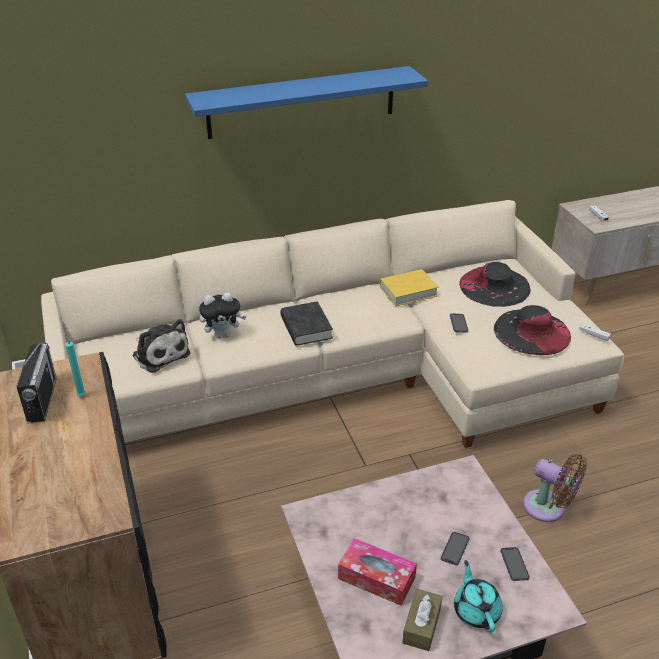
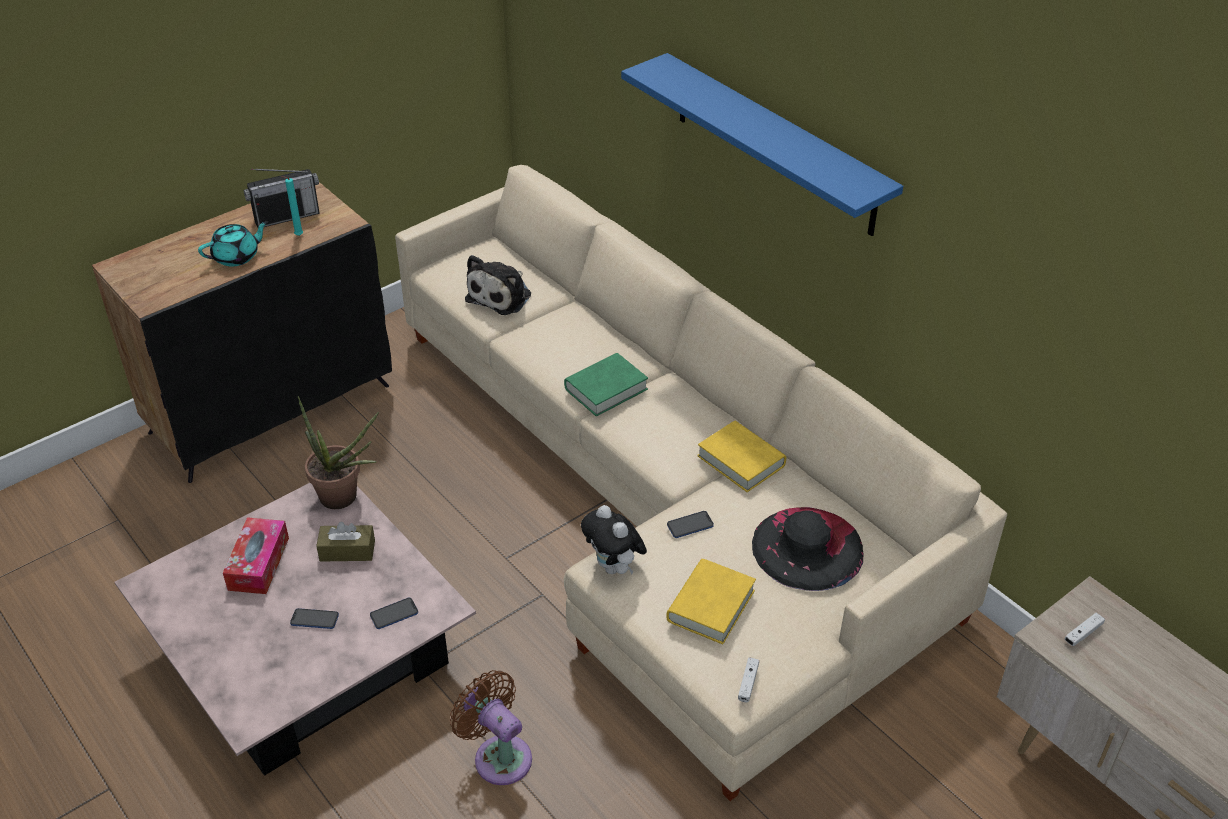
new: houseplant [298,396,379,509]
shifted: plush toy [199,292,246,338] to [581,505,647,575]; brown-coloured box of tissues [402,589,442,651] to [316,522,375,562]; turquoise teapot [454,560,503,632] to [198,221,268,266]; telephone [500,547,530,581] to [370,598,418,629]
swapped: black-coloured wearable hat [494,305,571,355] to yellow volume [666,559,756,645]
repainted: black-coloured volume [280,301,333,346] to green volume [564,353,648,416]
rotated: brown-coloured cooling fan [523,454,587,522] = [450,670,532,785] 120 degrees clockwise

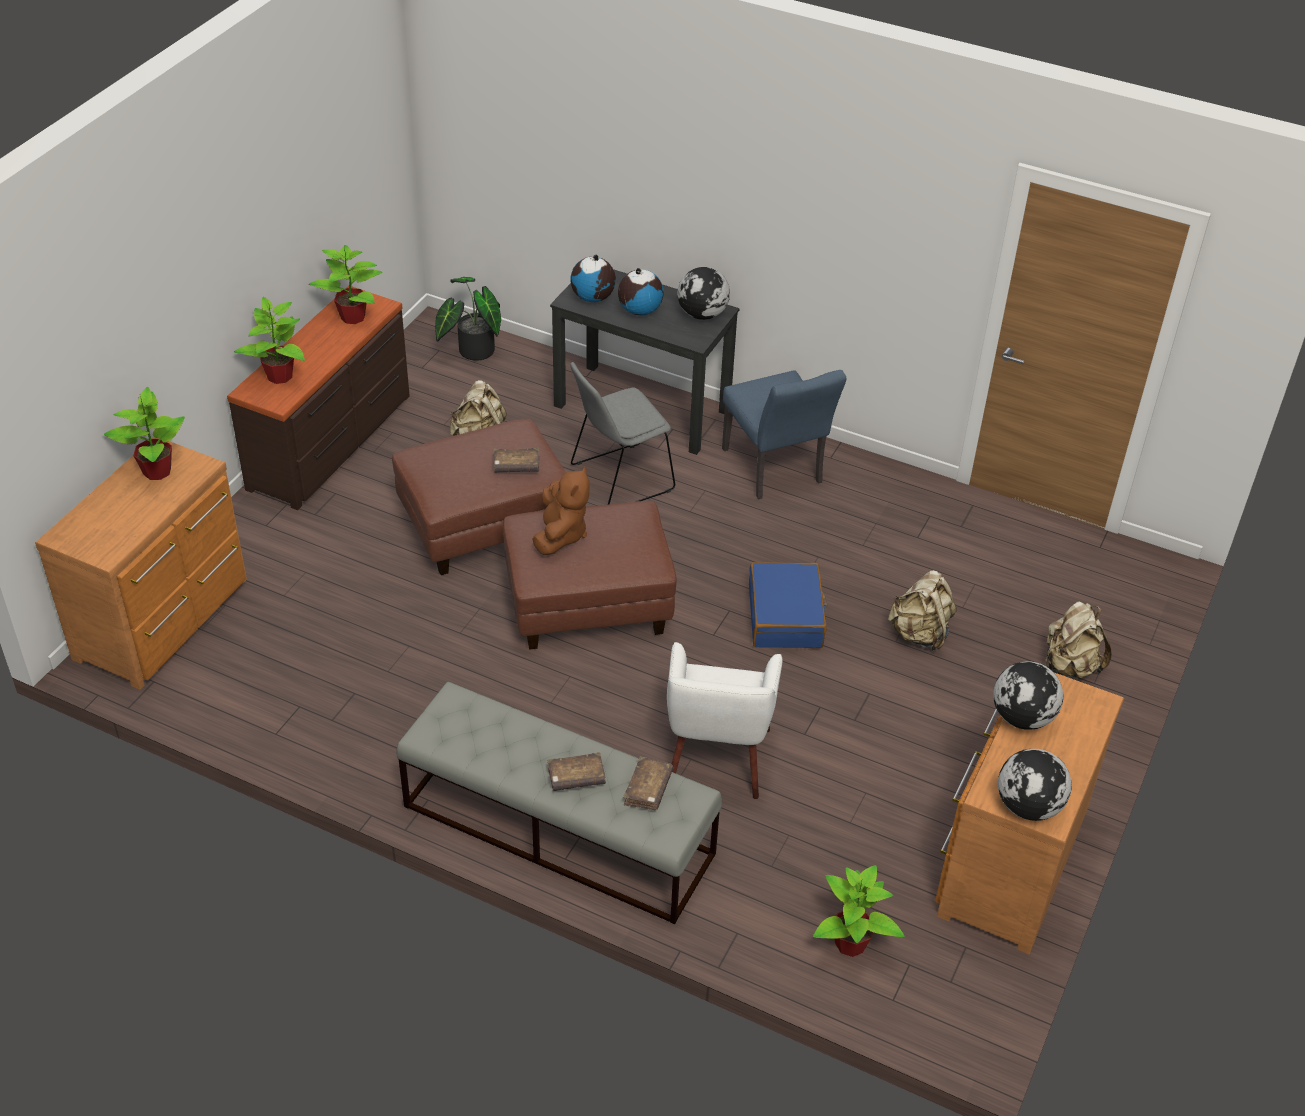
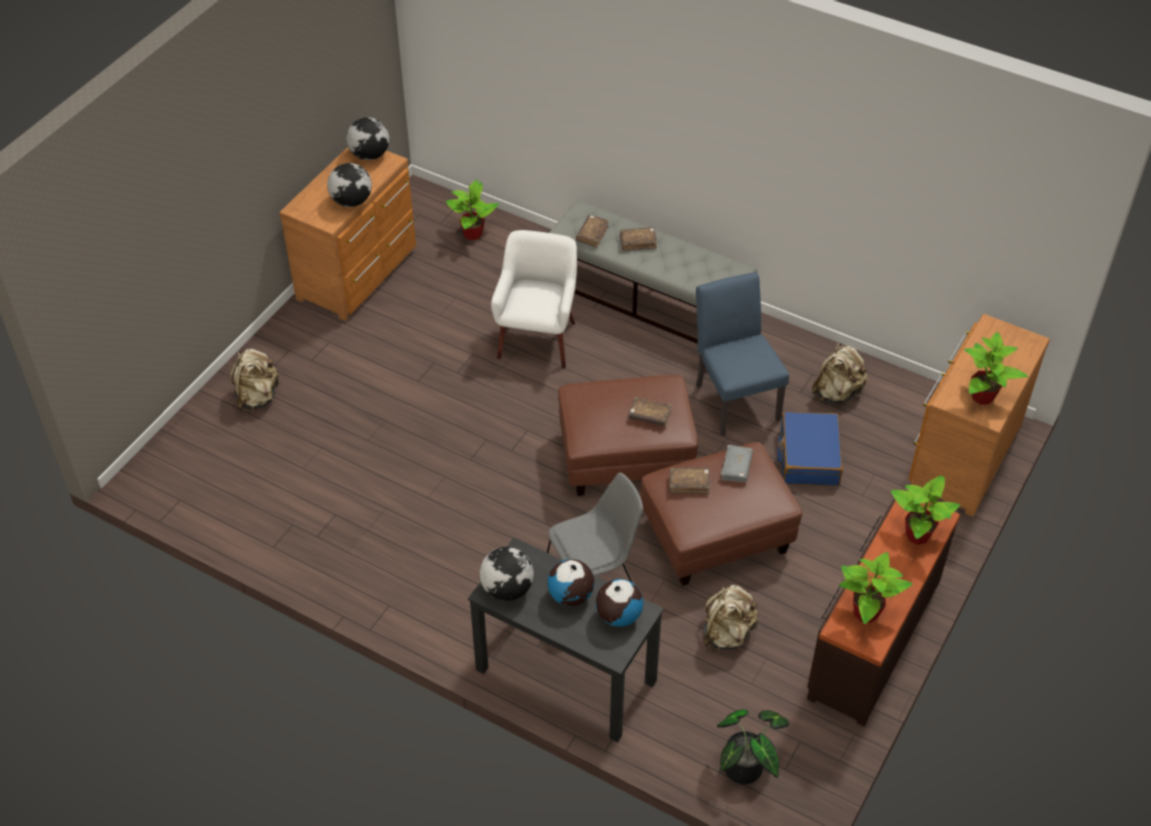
new: greyish volume [721,445,753,482]
shifted: bluish plain chair [722,370,846,499] to [696,272,789,436]; bluish suitcase [749,562,827,648] to [778,412,843,486]; beige-coloured rucksack [888,570,957,651] to [812,342,868,403]
swapped: brown-coloured plush toy [532,466,590,555] to brown-coloured volume [629,397,672,426]

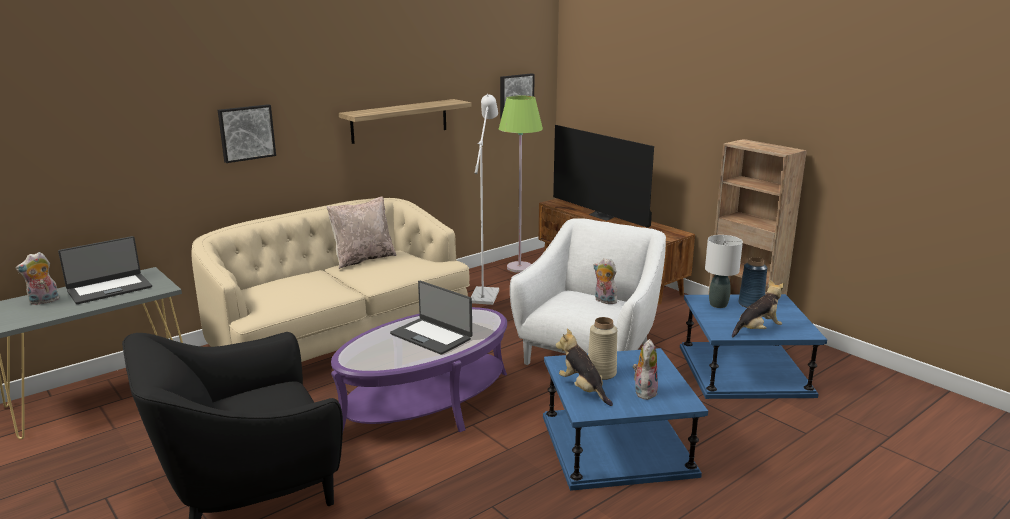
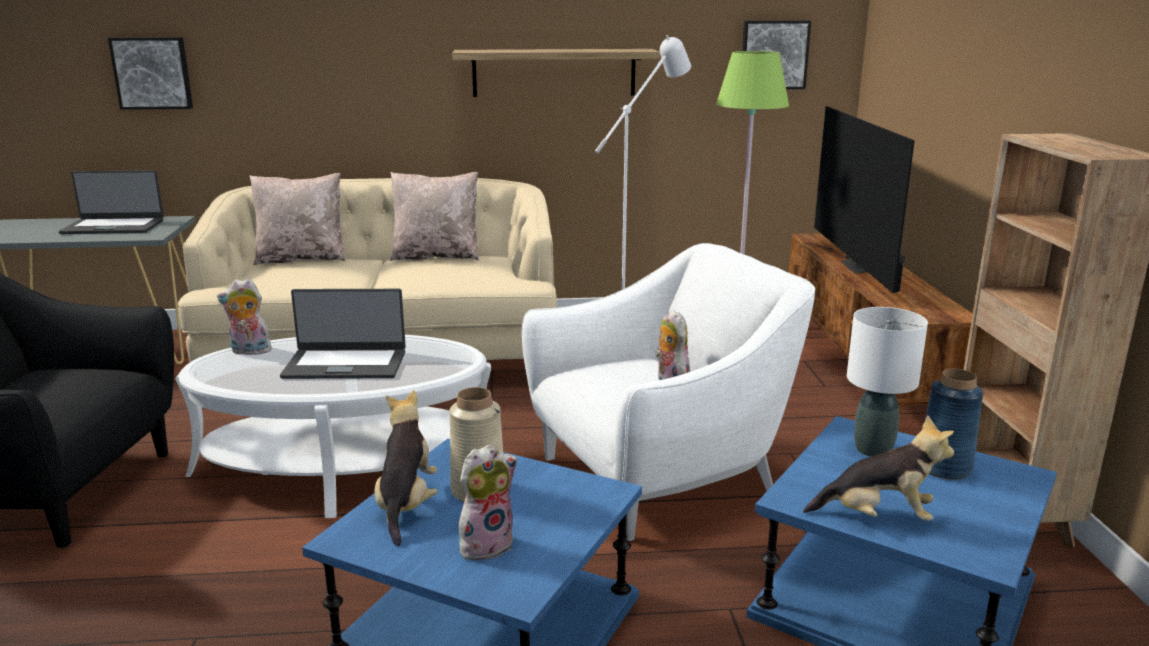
new: beige-coloured throw pillow [250,173,346,265]
shifted: plush toy [16,252,60,305] to [217,279,272,355]; wall art [218,104,276,163] to [108,37,193,110]
repainted: purple low table [331,307,507,432] to white-coloured low table [176,335,491,518]
rotated: notebook computer [390,281,472,355] = [280,289,406,379] 75 degrees counterclockwise

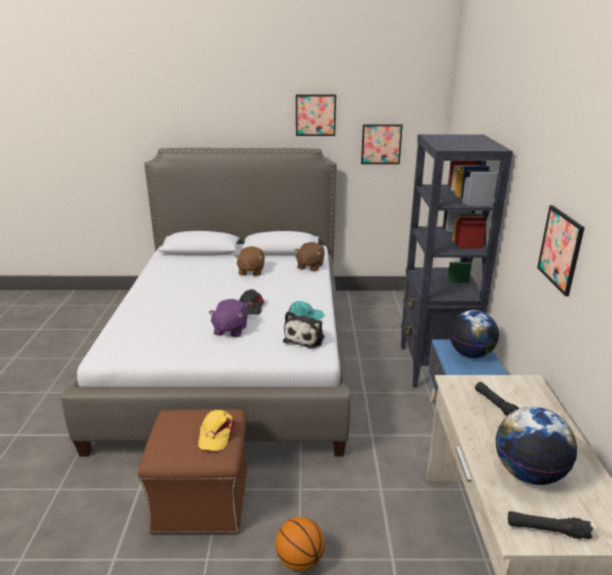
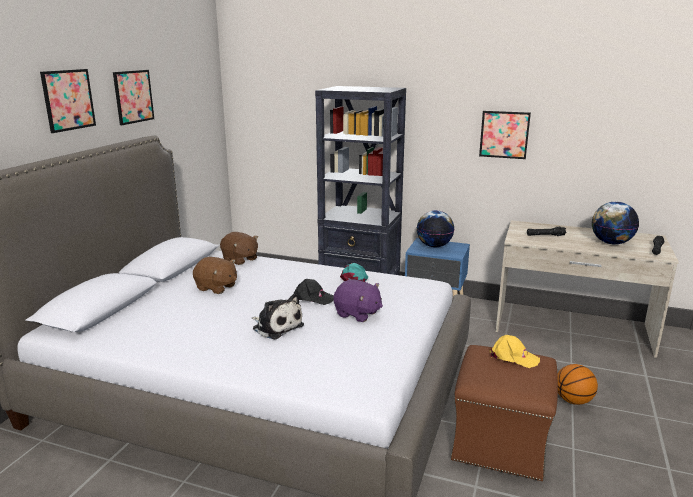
shifted: plush toy [283,311,325,349] to [252,294,304,340]; wall art [361,124,403,164] to [40,69,96,133]

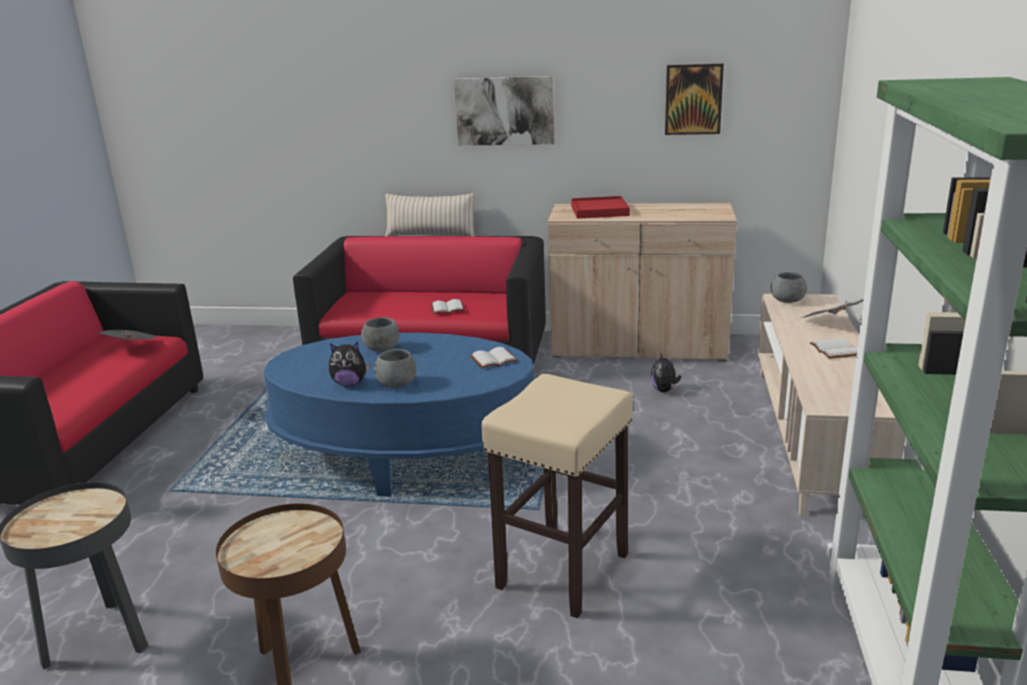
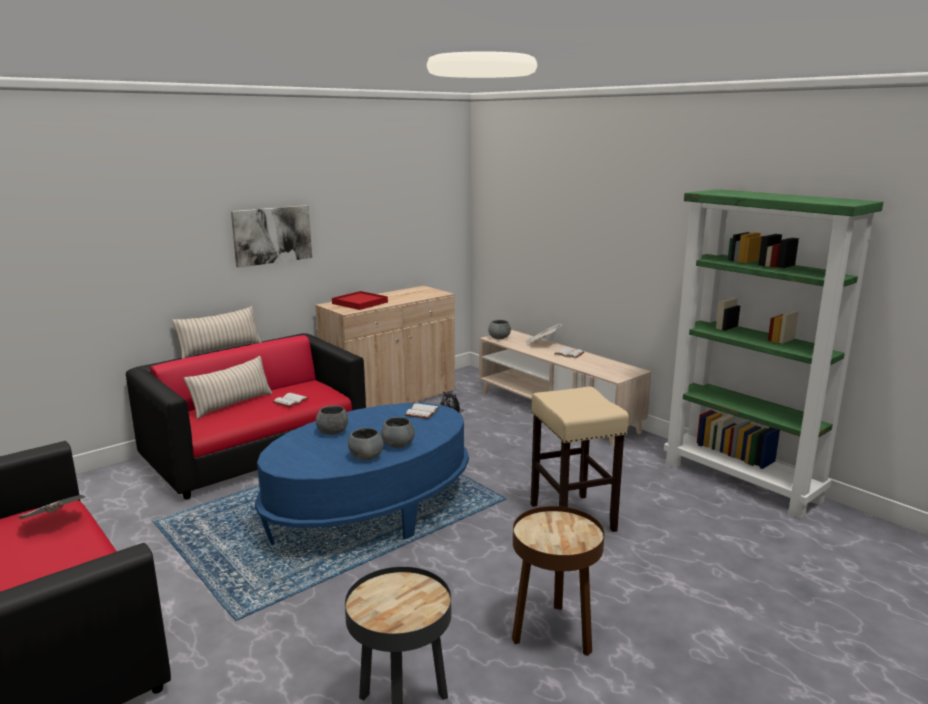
gone: wall art [665,64,724,135]
new: beige-coloured throw pillow [184,356,273,419]
swapped: plush toy [329,342,371,387] to greyish serving bowl [348,428,384,460]

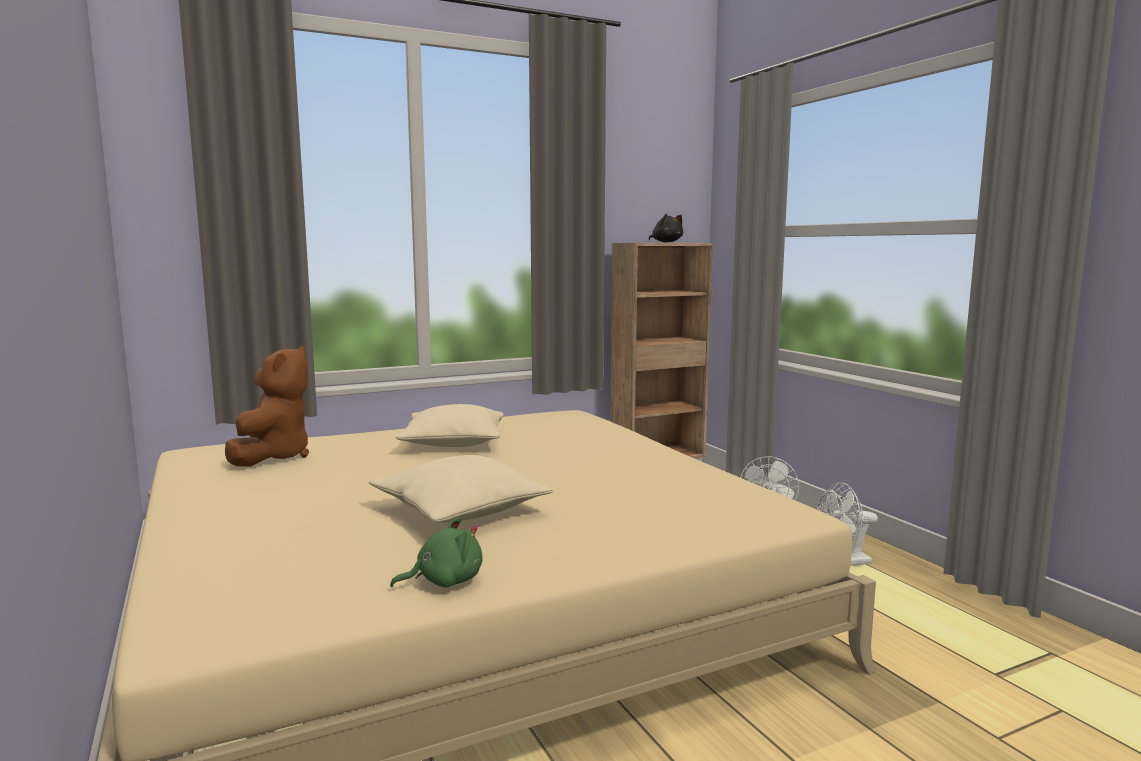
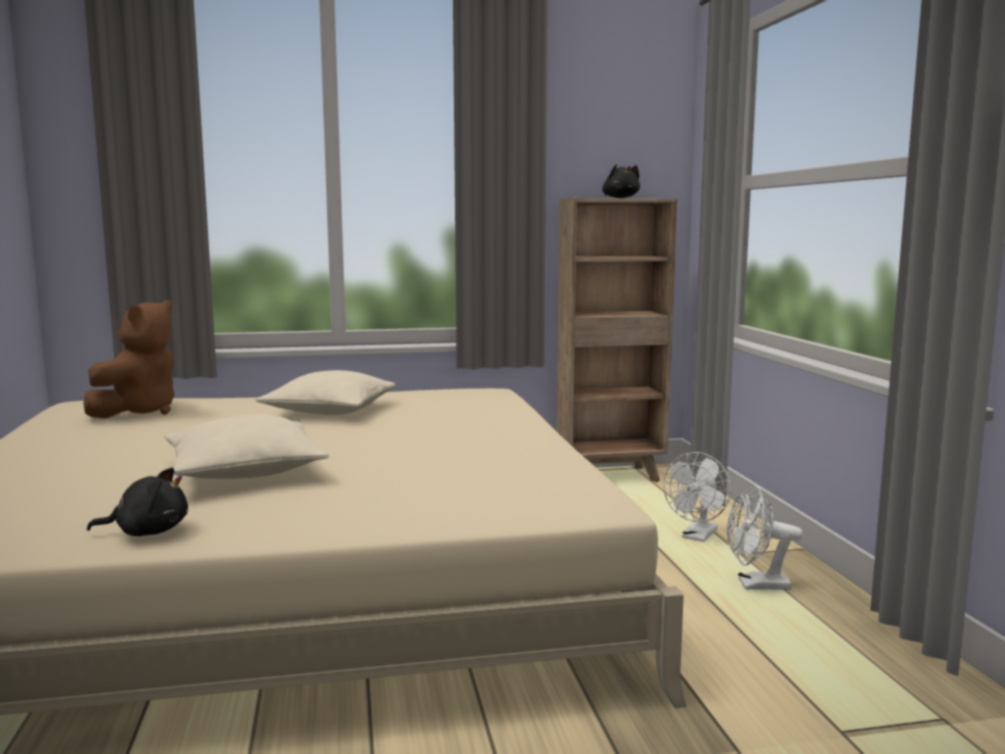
repainted: green plush toy [390,517,482,588] to black-coloured plush toy [87,467,188,536]

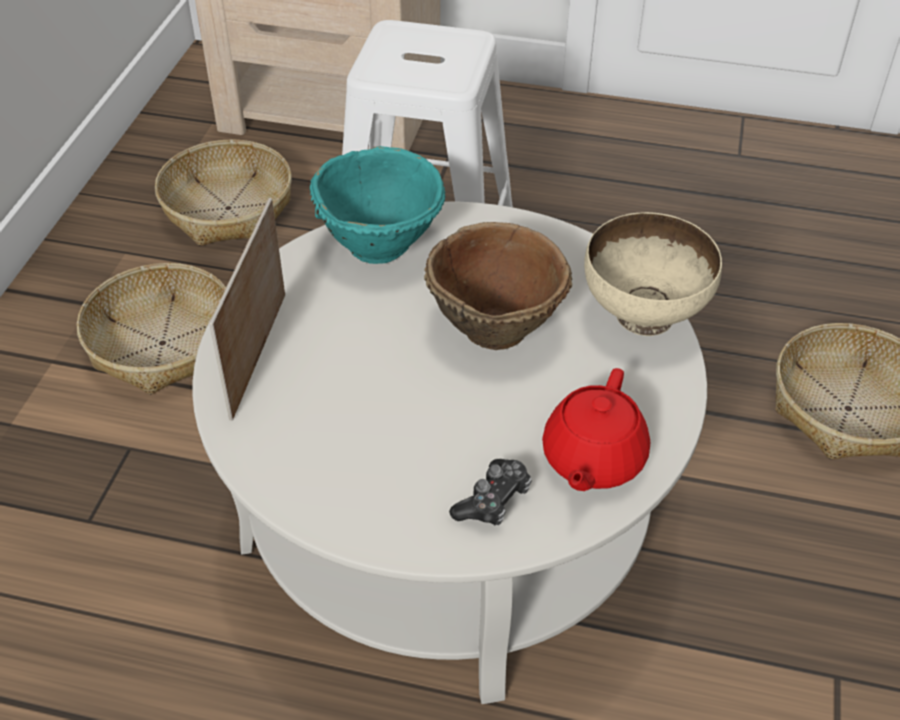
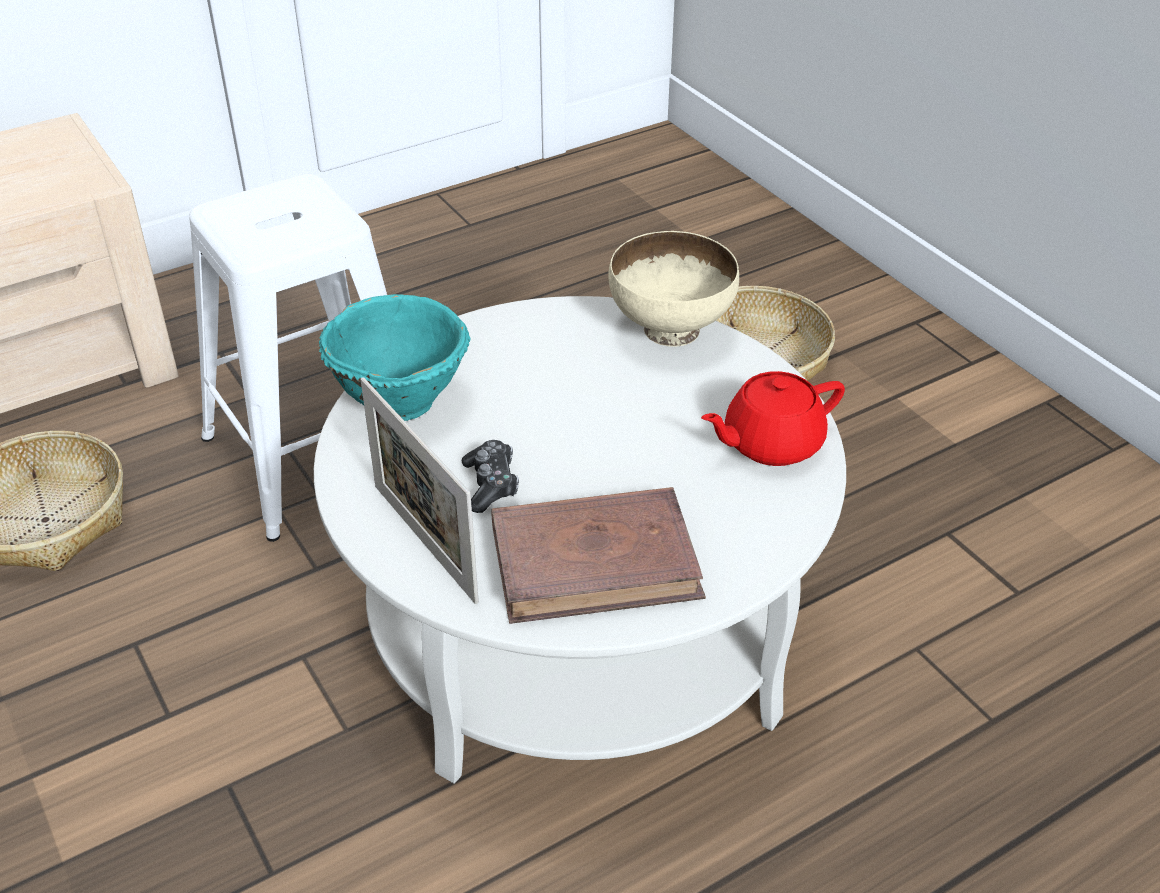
gone: storage basket [77,263,226,395]; brown-coloured serving bowl [424,222,572,350]
new: brown-coloured volume [491,487,706,624]
shifted: joypad [449,459,532,525] to [462,440,519,513]
rotated: red teapot [542,368,650,491] = [701,371,845,466] 90 degrees clockwise

